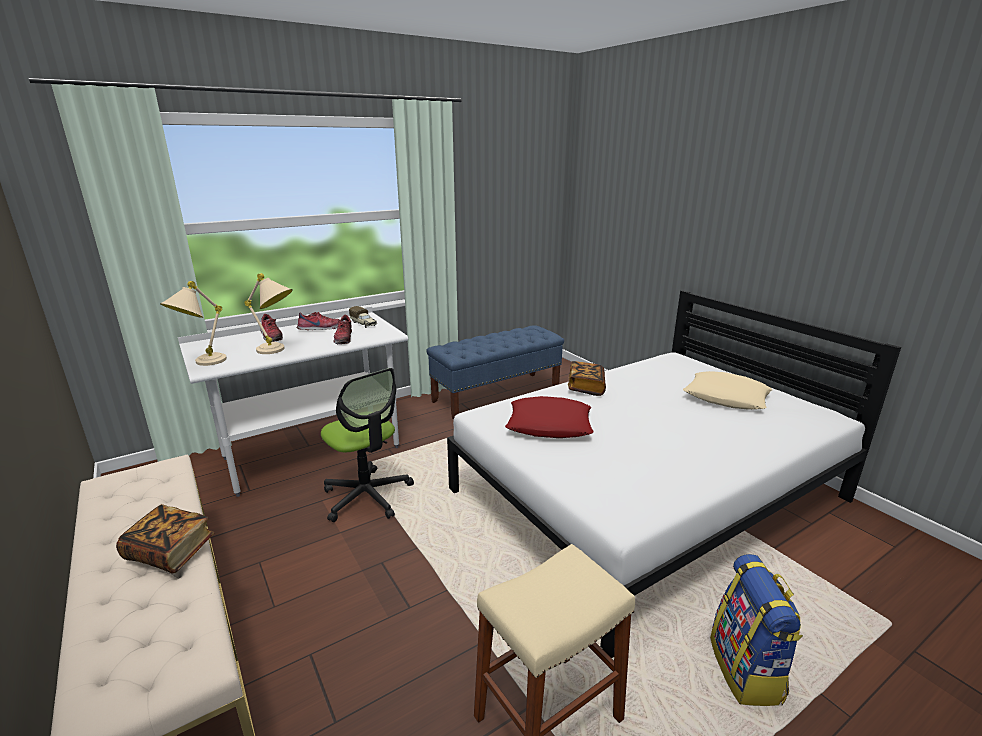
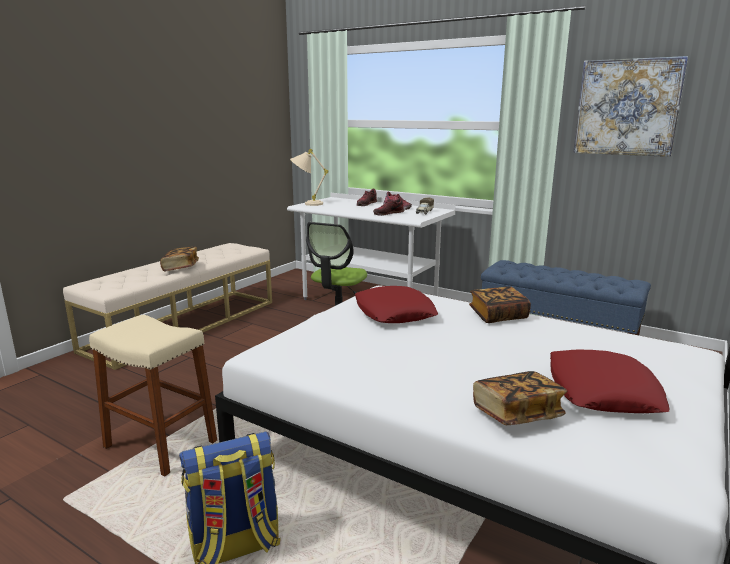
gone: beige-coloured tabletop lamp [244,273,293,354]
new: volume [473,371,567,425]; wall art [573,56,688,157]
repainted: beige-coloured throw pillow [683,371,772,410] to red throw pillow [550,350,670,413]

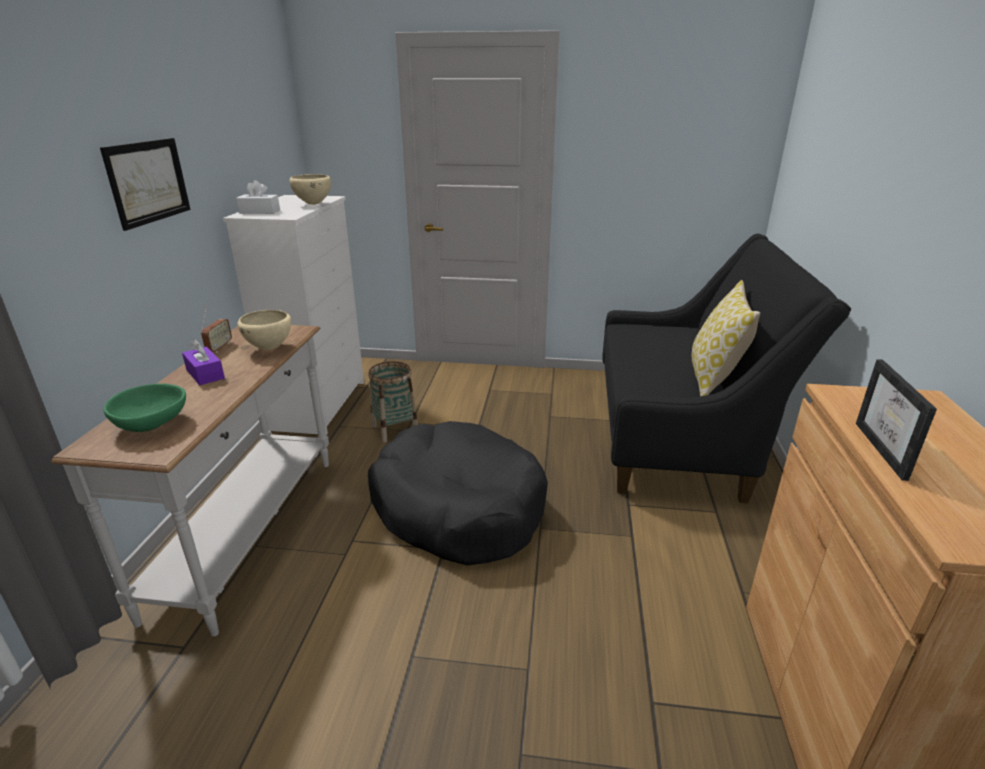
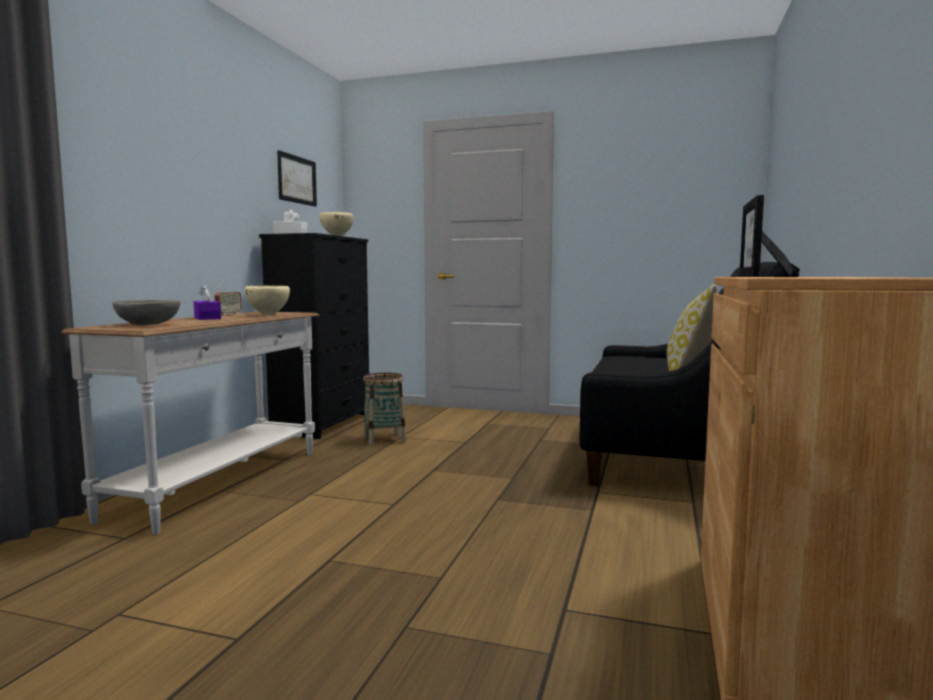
gone: black-coloured dog bed [368,421,548,566]
shifted: wall art [100,138,191,231] to [277,150,317,207]
repainted: green serving bowl [104,383,186,432] to greyish serving bowl [112,300,181,325]; white-coloured chest of drawers [223,195,364,435] to black-coloured chest of drawers [259,233,369,439]

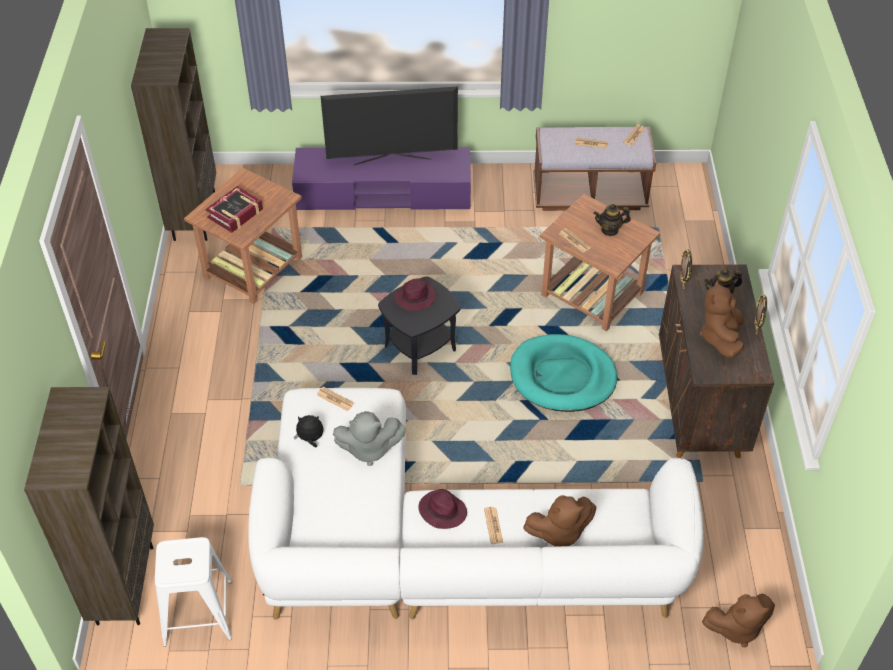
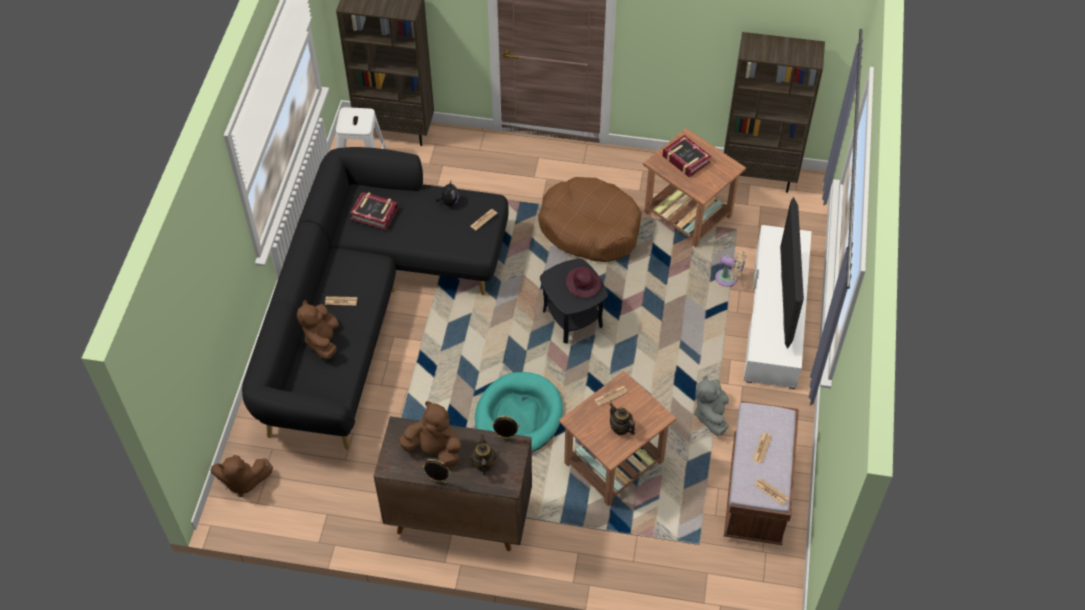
gone: purple wearable hat [418,489,467,529]
new: volume [350,192,398,230]; brown-coloured dog bed [538,177,642,262]; beige-coloured cooling fan [715,251,747,287]
shifted: greyish plush toy [333,411,406,466] to [694,375,729,436]
repainted: white-coloured sofa [248,388,704,620] to black-coloured sofa [242,147,509,450]; purple tv stand [292,147,471,210] to white-coloured tv stand [744,225,812,389]
rotated: teapot [593,204,631,236] = [610,403,635,435] 45 degrees counterclockwise; brown-coloured plush toy [702,594,775,647] = [210,455,273,497] 90 degrees counterclockwise

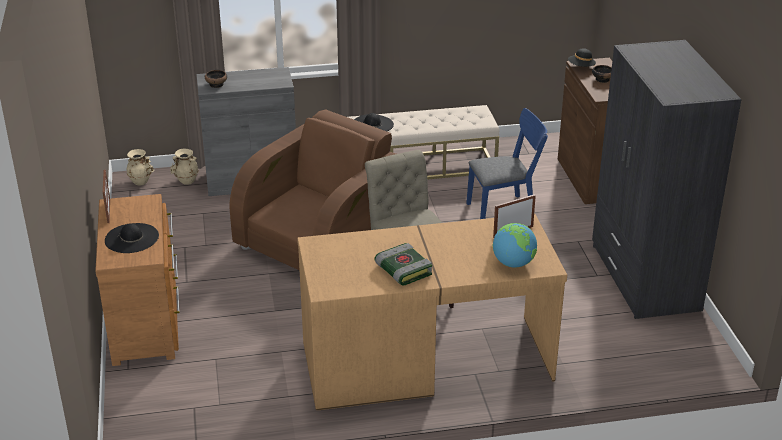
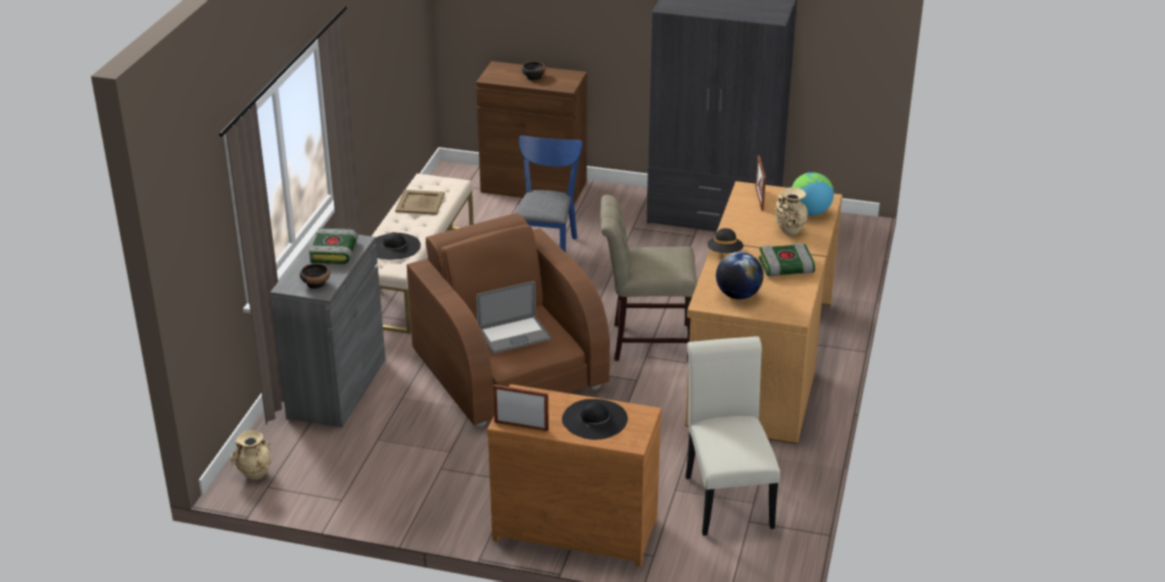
new: volume [309,228,358,264]; beige-coloured serving tray [395,190,445,215]; notebook computer [476,281,551,354]; white-coloured plain chair [685,336,780,536]; desk globe [716,252,764,299]
shifted: beige-coloured flower vase [170,149,199,185] to [775,187,808,235]; black-coloured wearable hat [568,48,596,67] to [707,228,743,253]

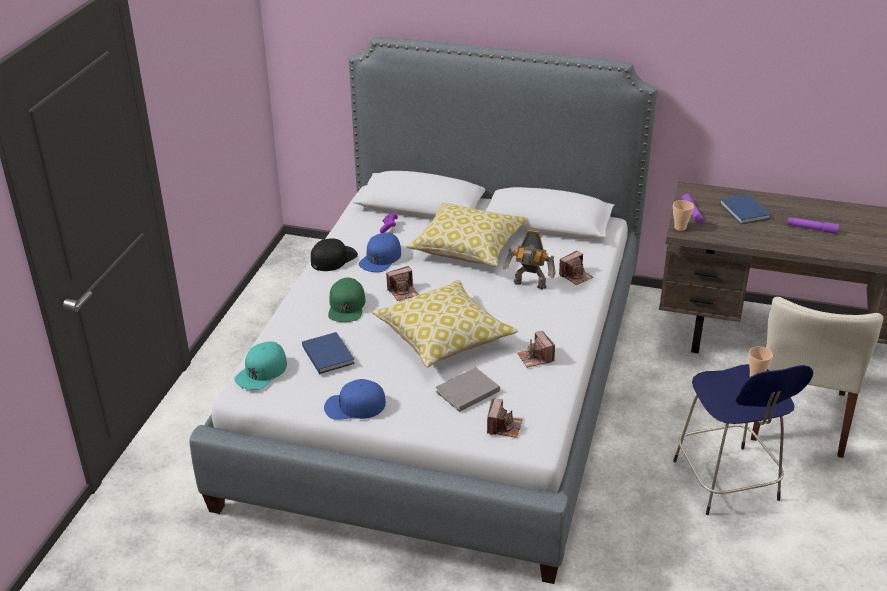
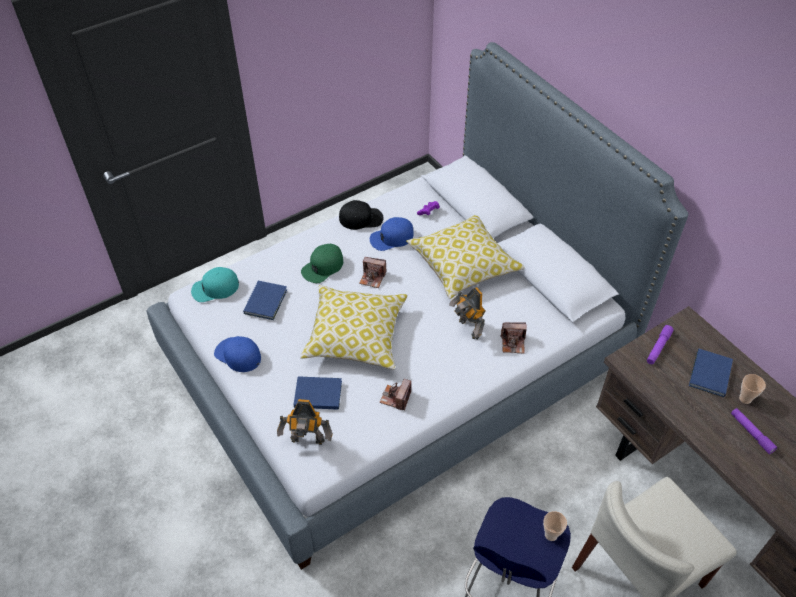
shifted: small cup [673,200,694,231] to [739,374,766,404]
swapped: still camera [487,398,522,438] to toy robot [277,399,333,445]
repainted: greyish volume [436,367,500,412] to bluish volume [293,376,342,410]

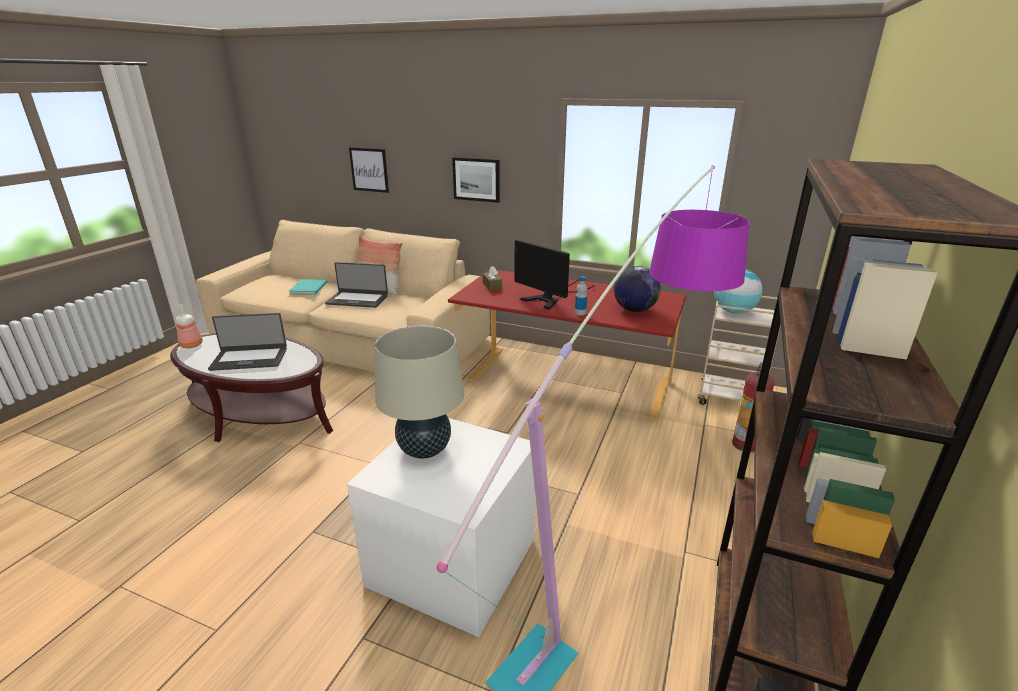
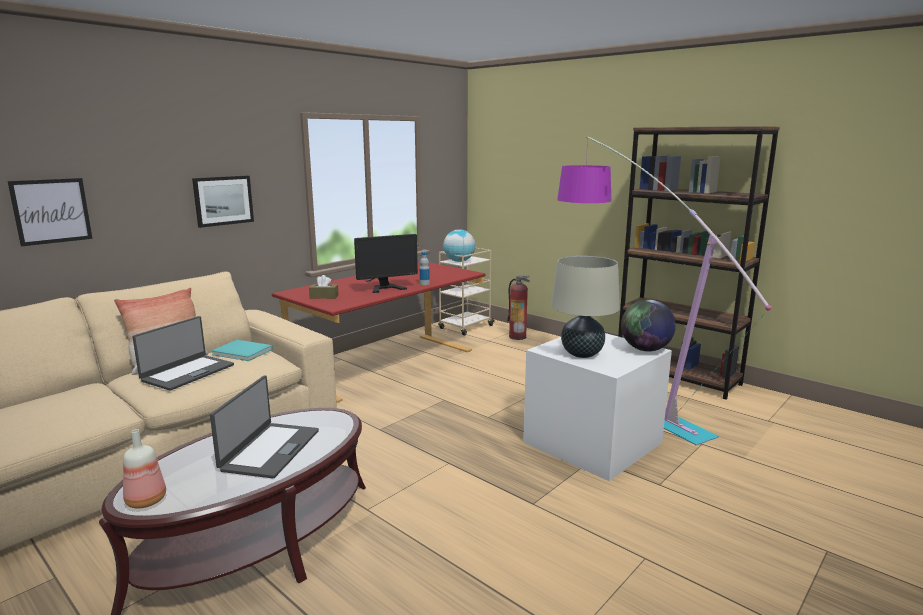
shifted: turquoise volume [289,279,328,295] to [211,340,273,361]; desk globe [614,266,661,312] to [621,299,676,351]

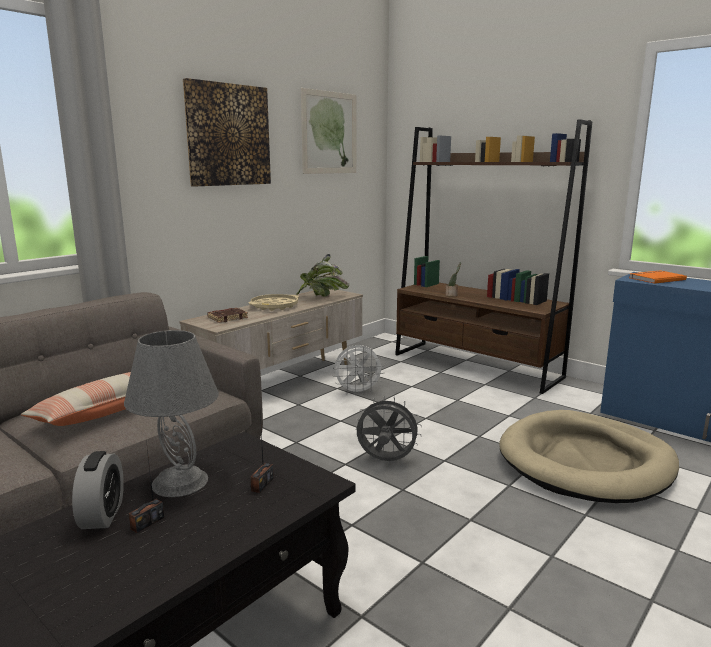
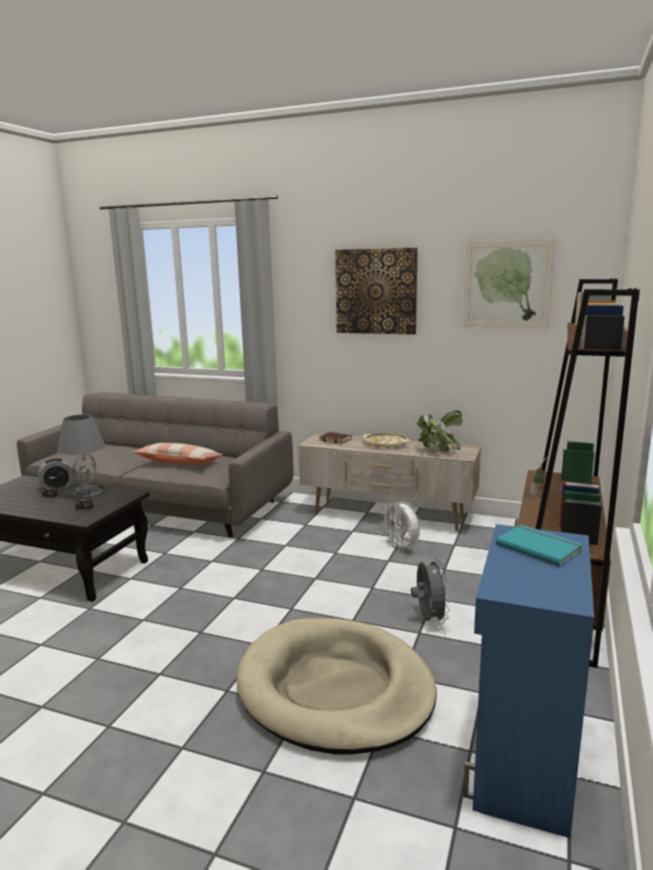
shifted: greyish cooling fan [356,396,422,461] to [411,557,450,624]
repainted: orange-coloured volume [629,270,687,284] to turquoise volume [496,525,583,567]

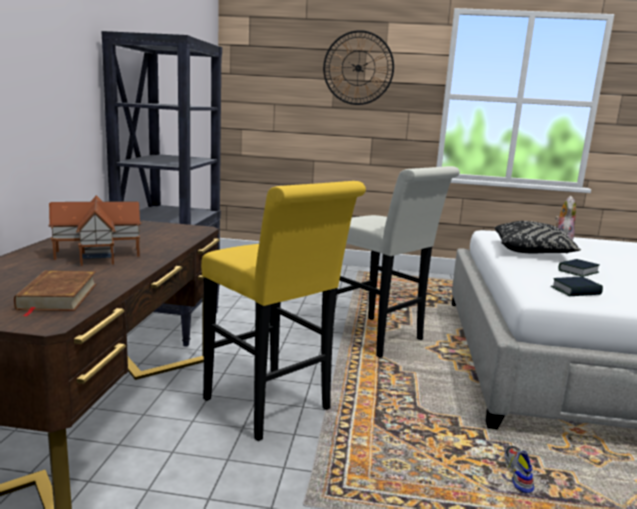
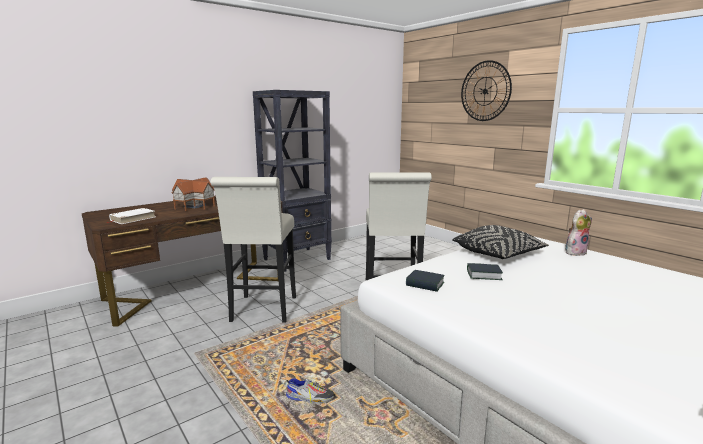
repainted: brown-coloured volume [14,270,96,317] to white-coloured volume [107,208,155,224]; yellow stool seat [201,181,366,441] to white-coloured stool seat [210,177,296,322]
rotated: shoe [505,446,534,493] = [286,378,335,404] 45 degrees clockwise

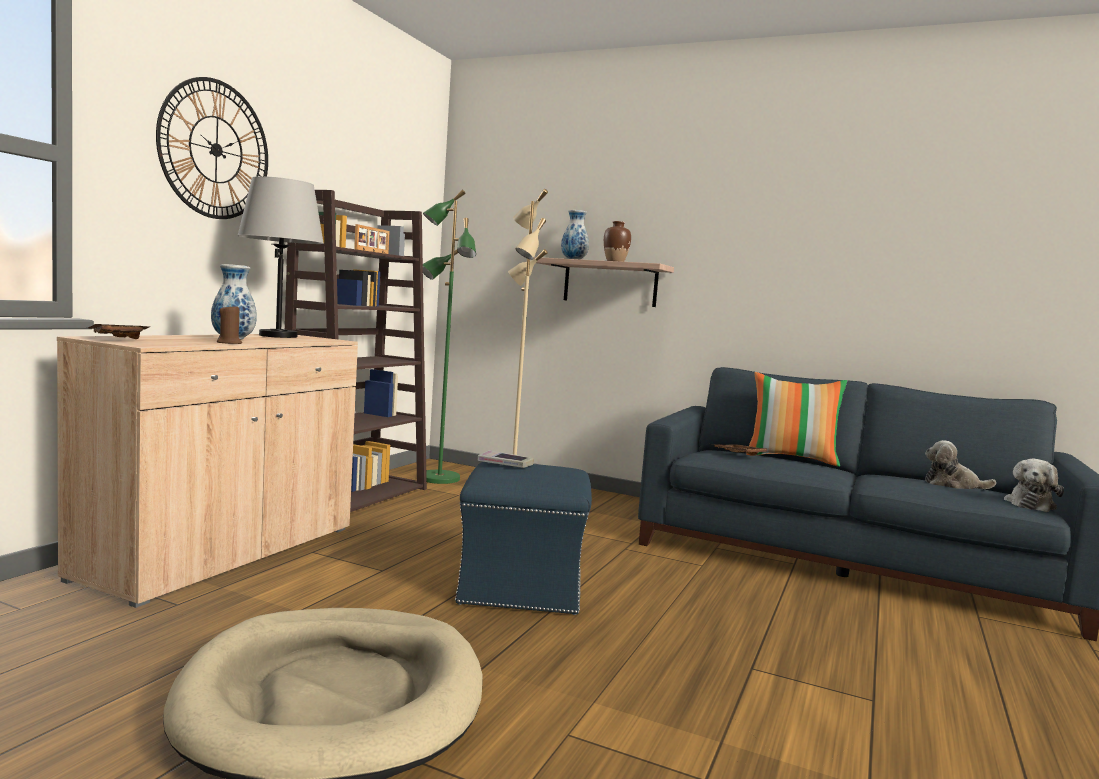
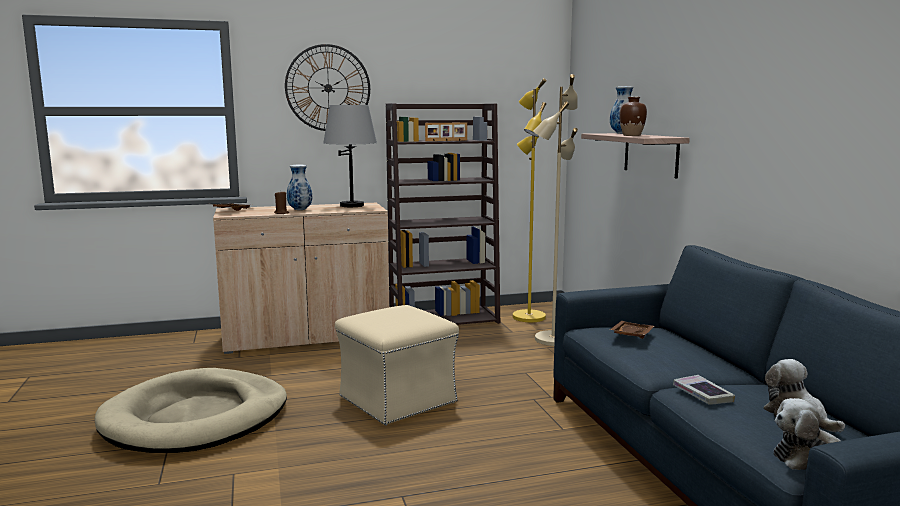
gone: throw pillow [746,372,847,467]
shifted: volume [477,450,534,468] to [673,375,735,405]
repainted: green floor lamp [423,190,476,484] to yellow floor lamp [513,78,547,322]; bluish ottoman [455,462,592,615] to beige-coloured ottoman [335,305,459,425]

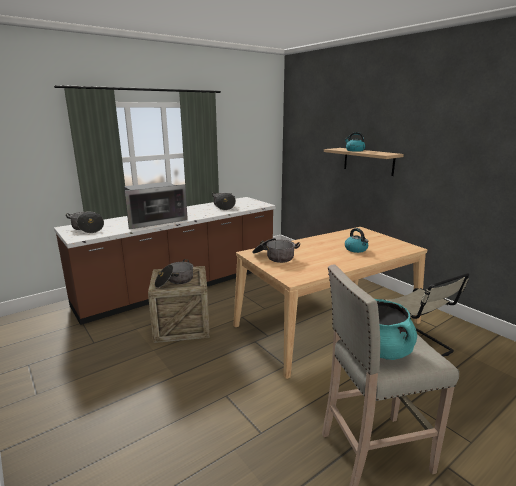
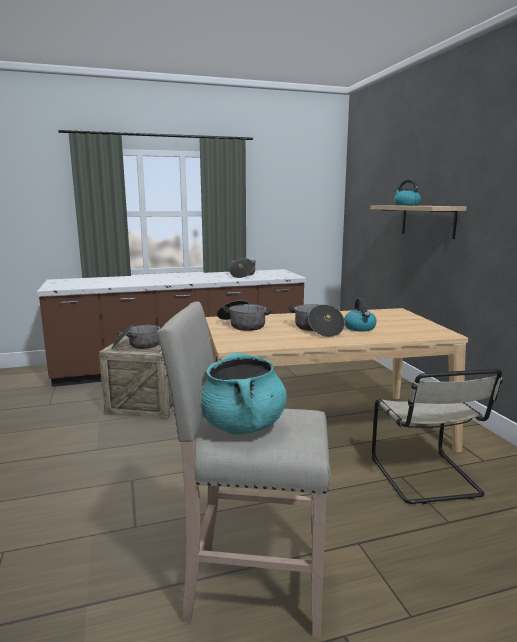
gone: kitchen microwave [124,182,188,229]
shifted: saucepot [66,212,104,233] to [288,304,345,337]

